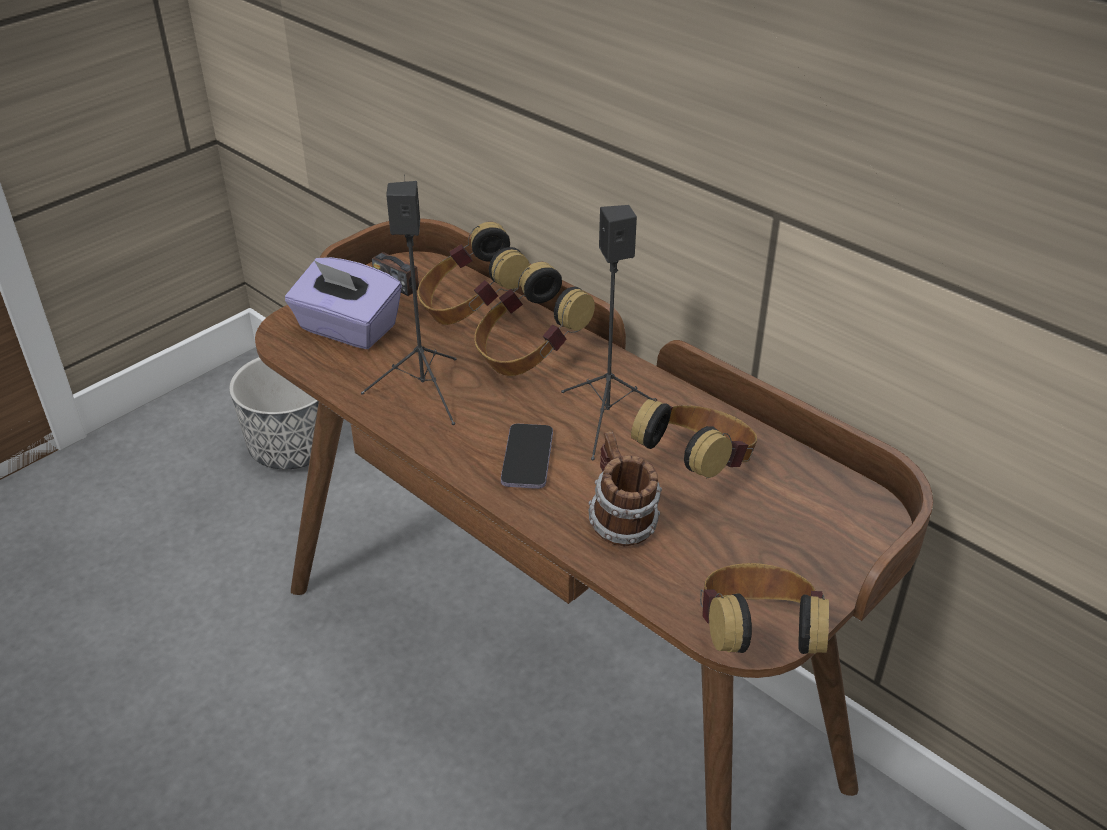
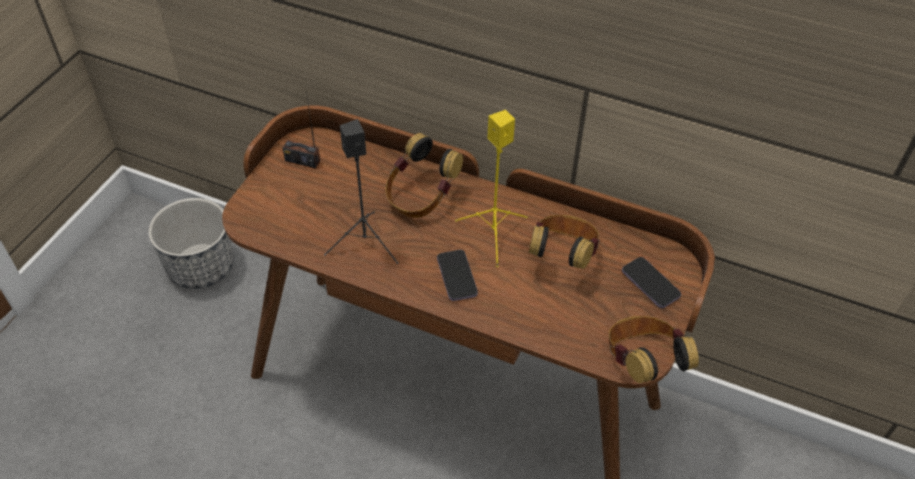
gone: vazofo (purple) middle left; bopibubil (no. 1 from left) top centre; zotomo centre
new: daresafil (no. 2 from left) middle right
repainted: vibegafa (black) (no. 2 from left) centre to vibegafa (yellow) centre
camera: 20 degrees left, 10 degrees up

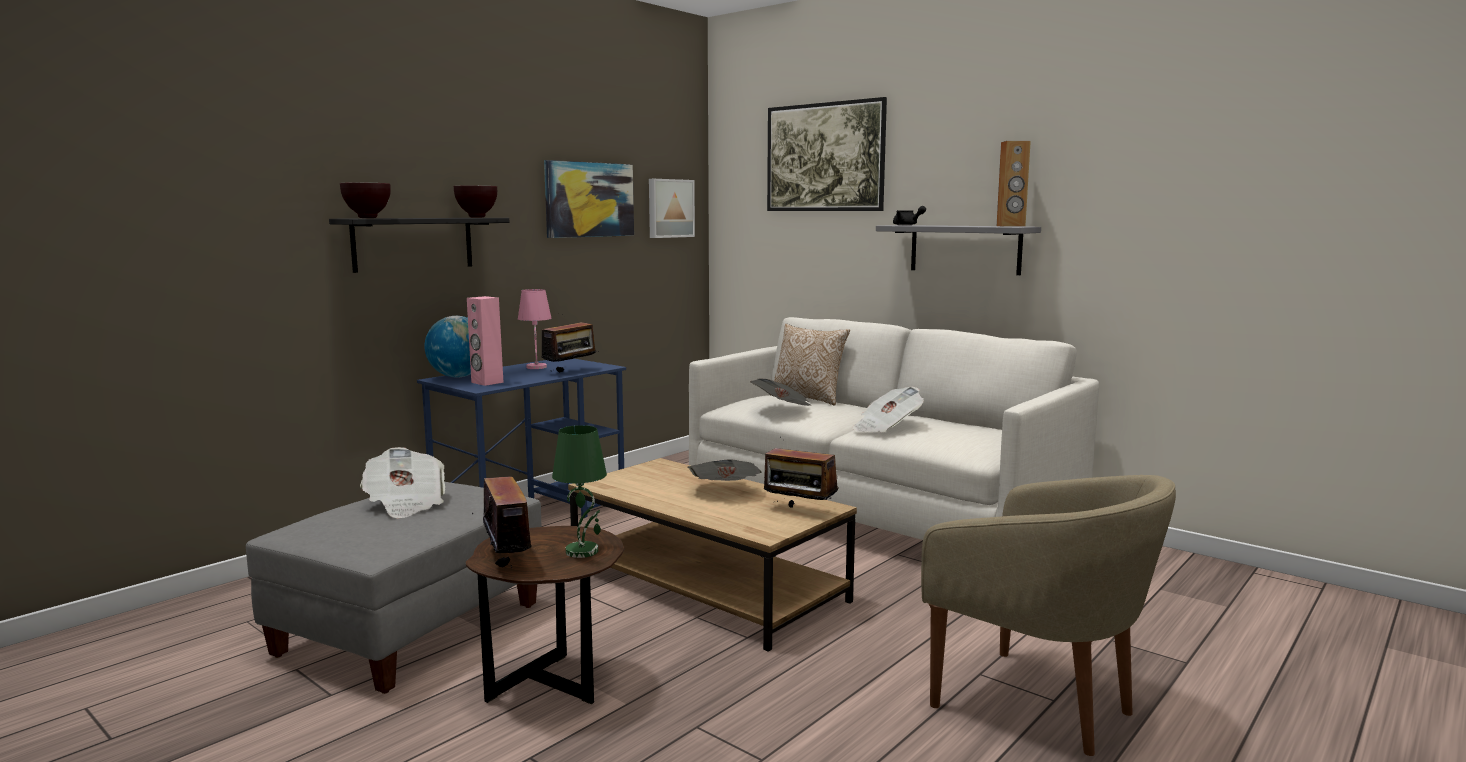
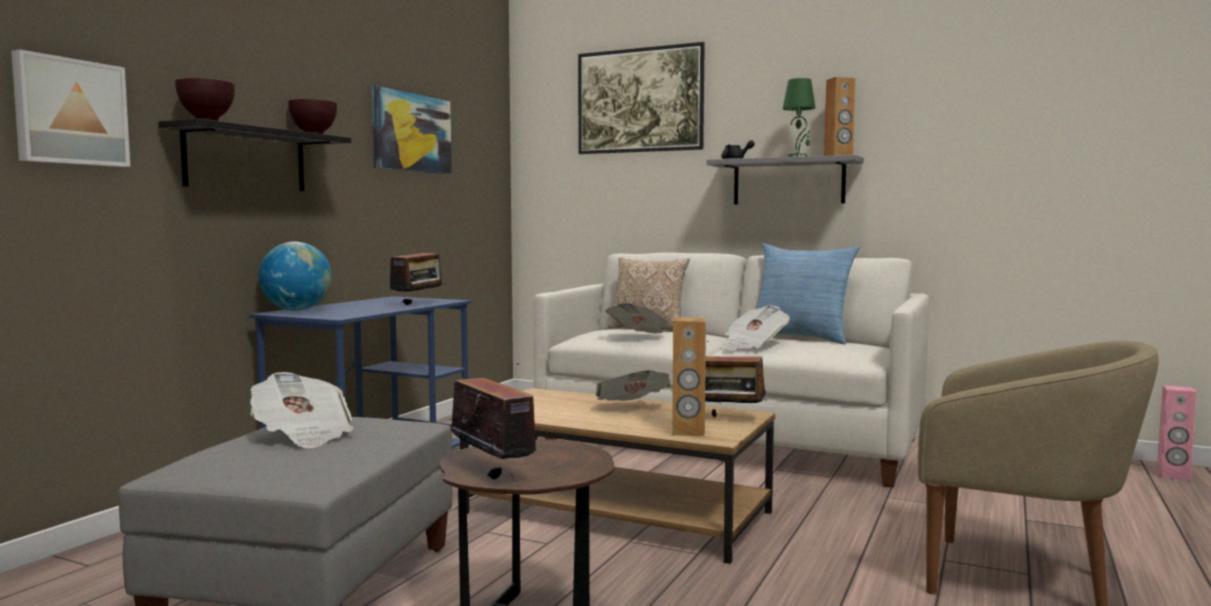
gone: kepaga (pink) centre
new: vibegafa (brown) (no. 1 from left) centre; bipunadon (no. 2 from left) middle right
shifted: vibegafa (pink) middle left to bottom right; kepaga (green) centre to top centre; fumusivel (no. 2 from left in the first image) top centre to fumusivel (no. 1 from left) top left
camera: 15 degrees left, 5 degrees down

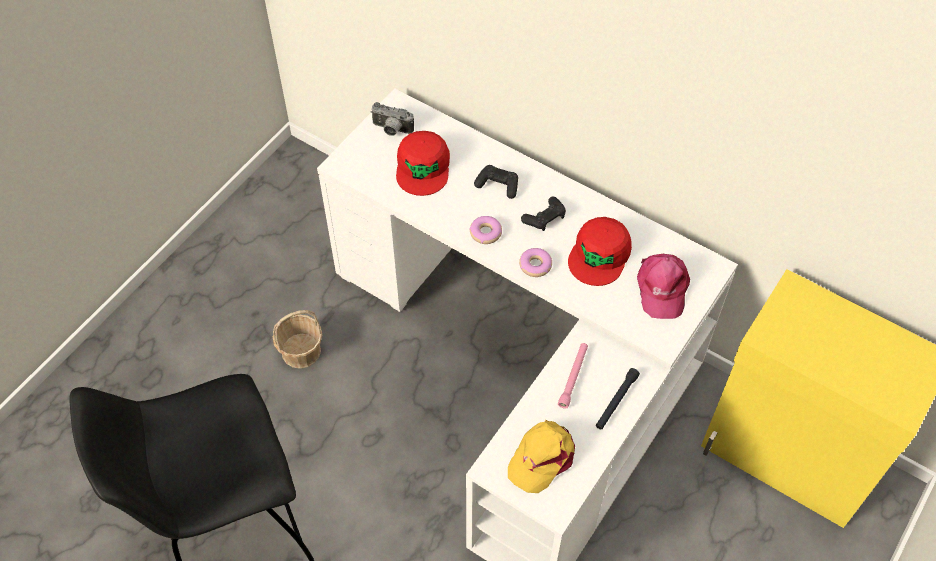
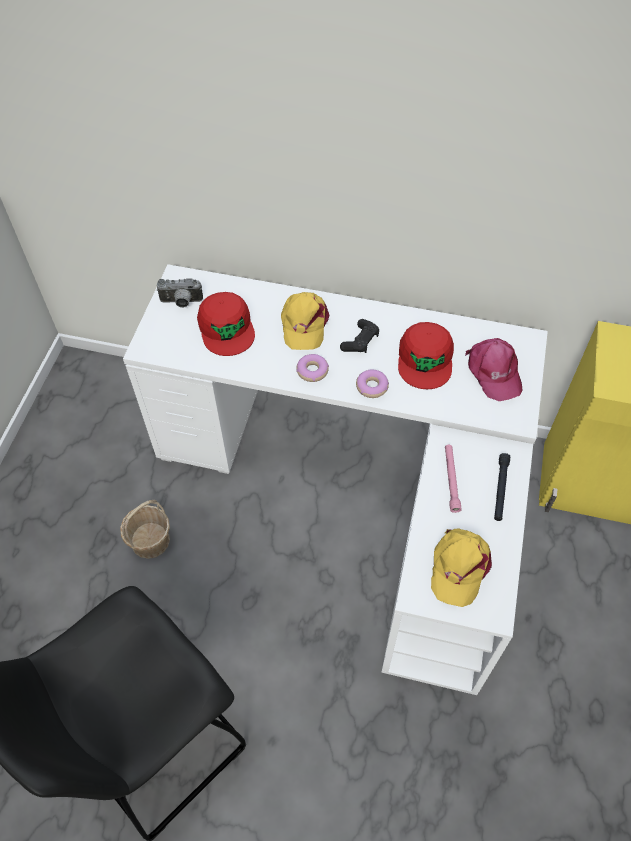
swapped: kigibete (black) (no. 1 from left) top centre to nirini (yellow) (no. 1 from left) centre
camera: 20 degrees left, 0 degrees up

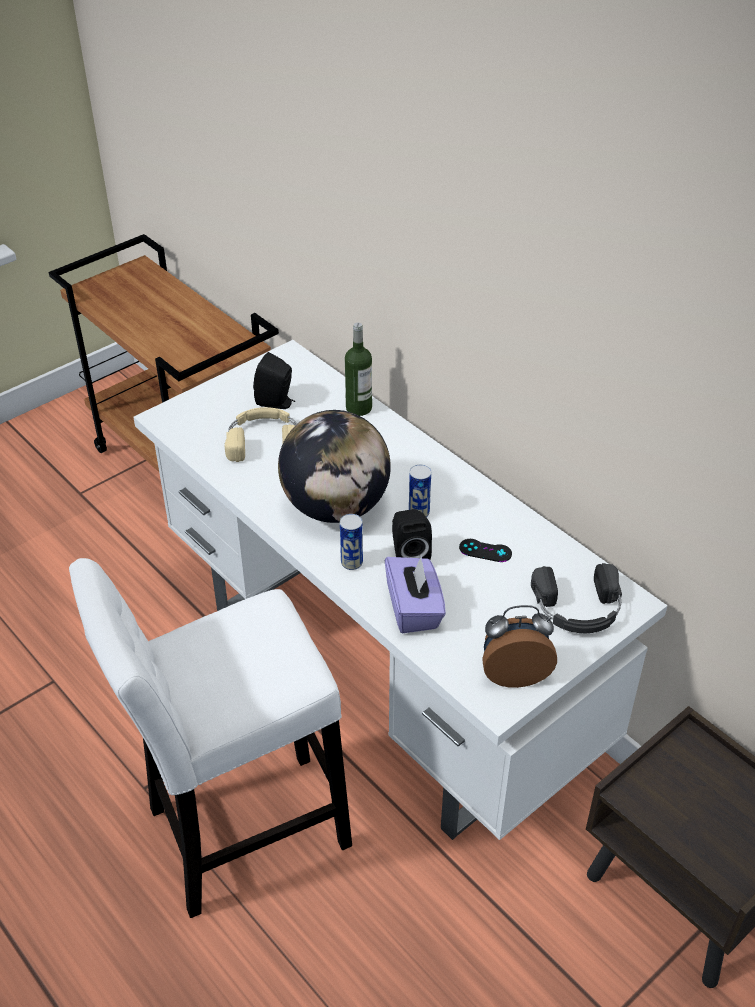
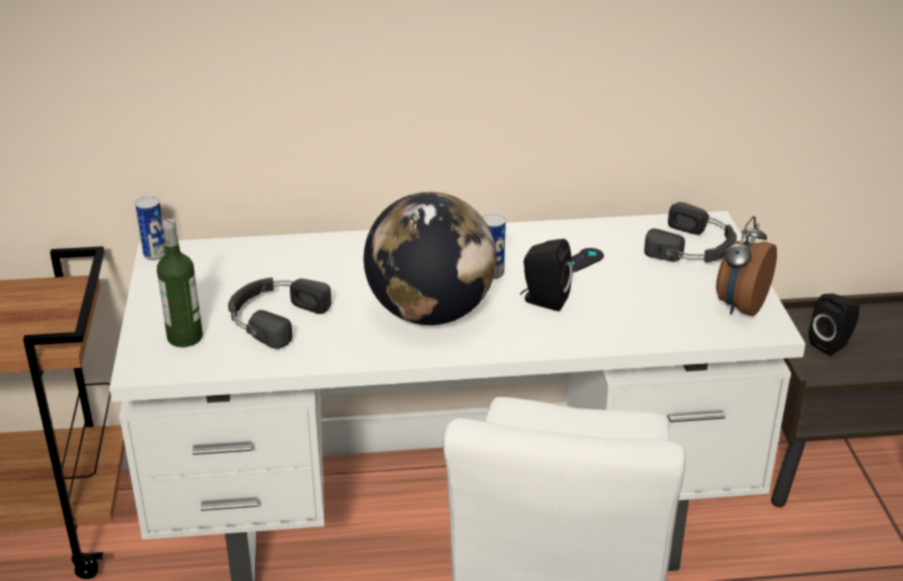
gone: vazofo (purple) centre
shifted: vibegafa (black) (no. 1 from left in the first image) centre to vibegafa (black) (no. 2 from left) middle right; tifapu (no. 1 from left) centre to middle left; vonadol centre to middle left
repainted: bopibubil (beige) centre to bopibubil (black) (no. 1 from left) middle left
camera: 55 degrees left, 10 degrees down

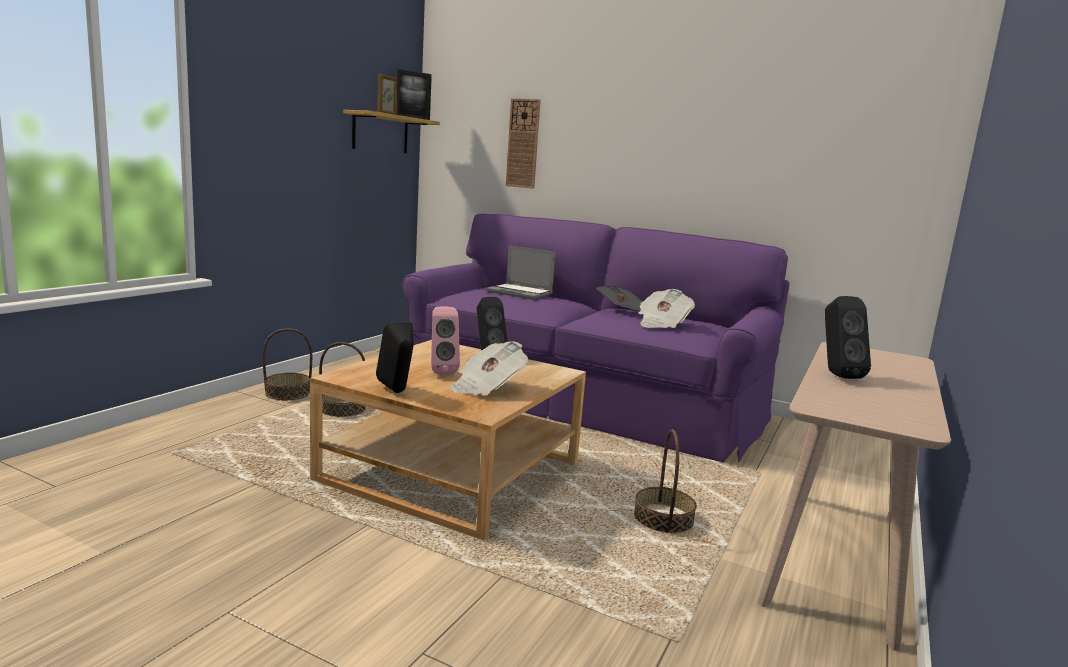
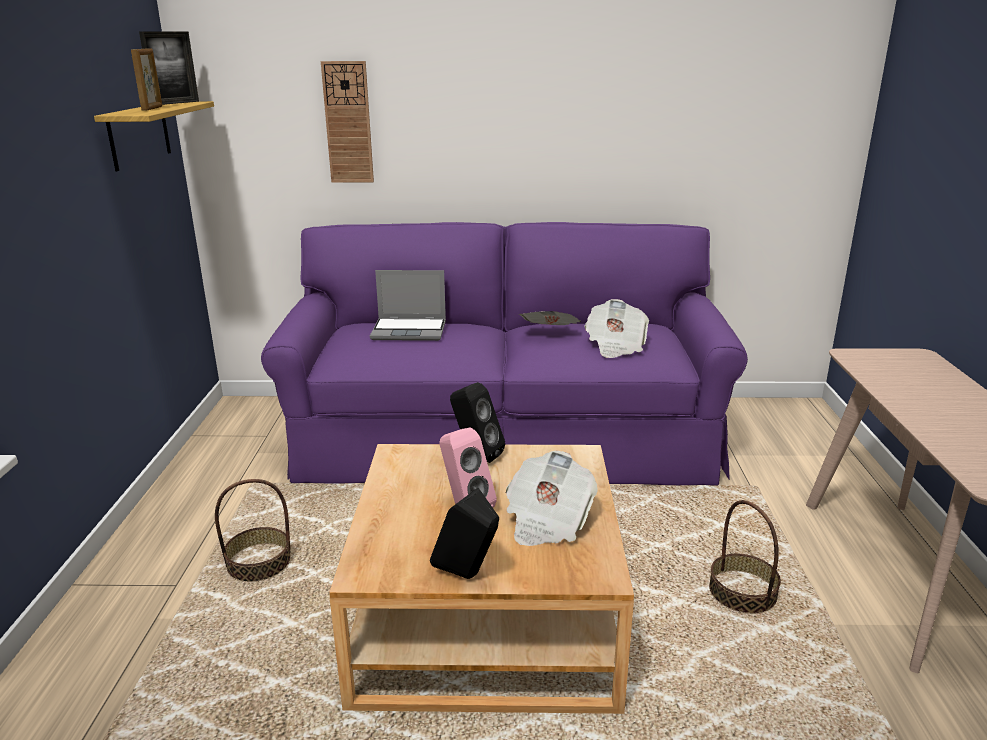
gone: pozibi (no. 1 from left) middle left; vibegafa (black) (no. 3 from left) middle right
camera: 25 degrees left, 10 degrees up

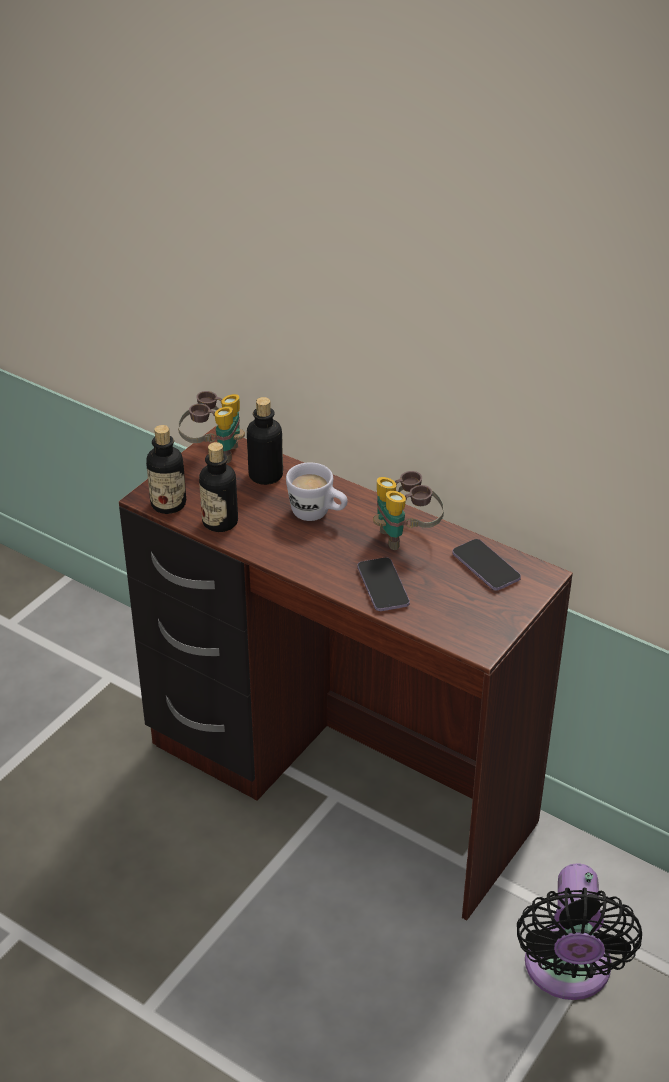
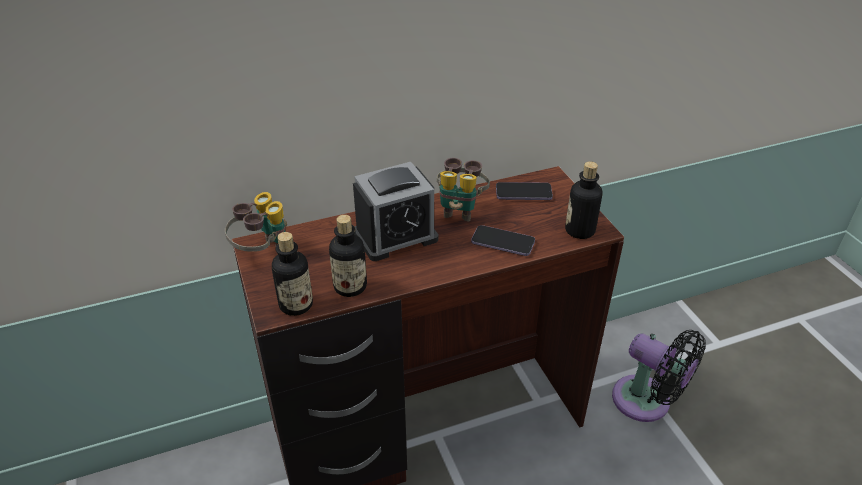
shifted: vonadol (no. 3 from left) centre to middle right
swapped: zotomo (white) centre to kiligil centre
camera: 55 degrees left, 0 degrees up

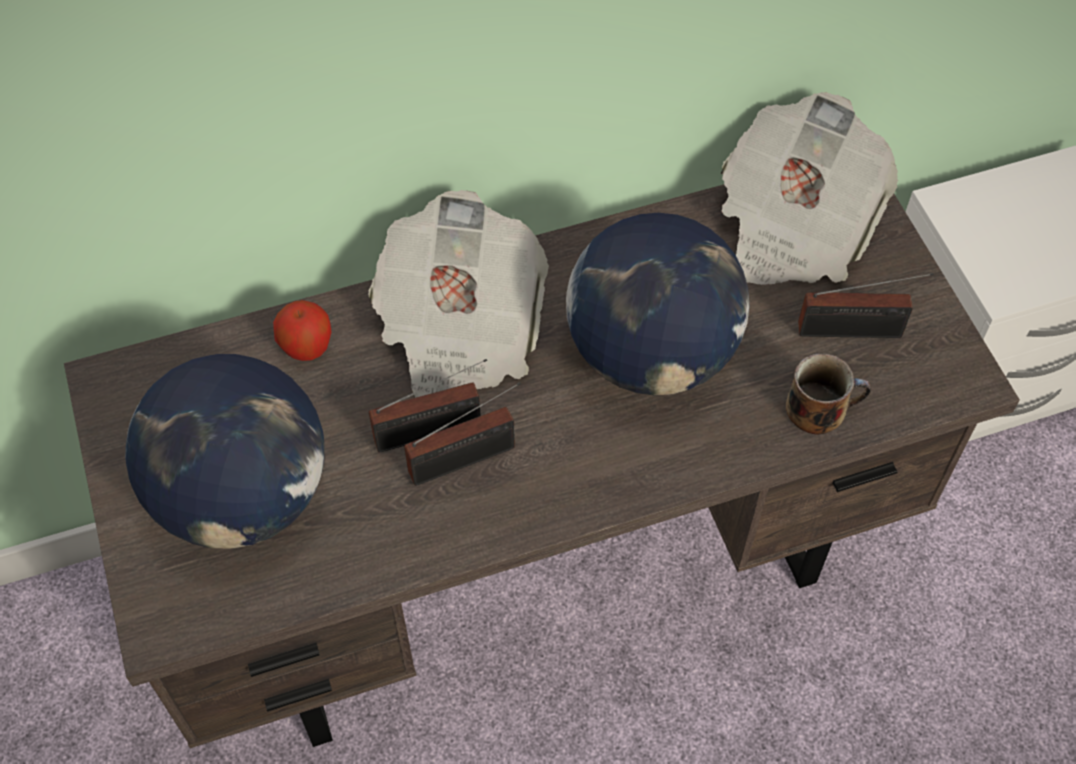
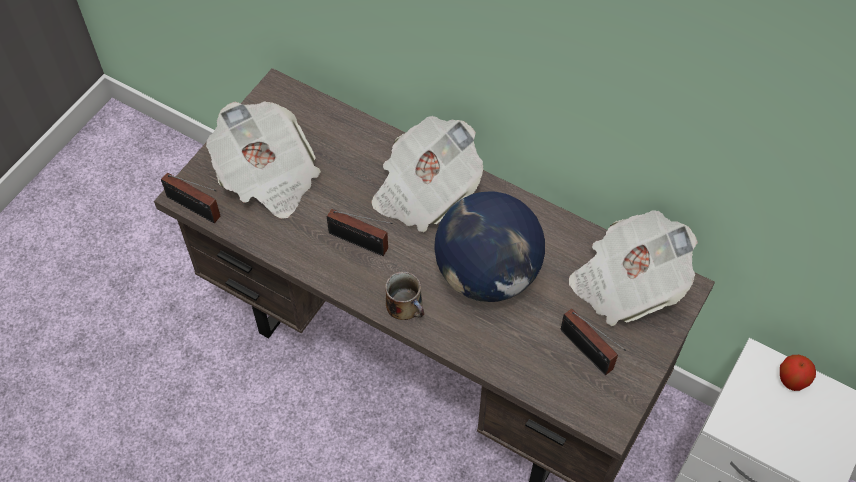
shifted: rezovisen middle left to bottom right; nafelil (no. 1 from left) centre to middle left; zotomo middle right to centre
swapped: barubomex (no. 1 from left) middle left to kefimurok (no. 1 from left) top left
camera: 50 degrees right, 0 degrees up

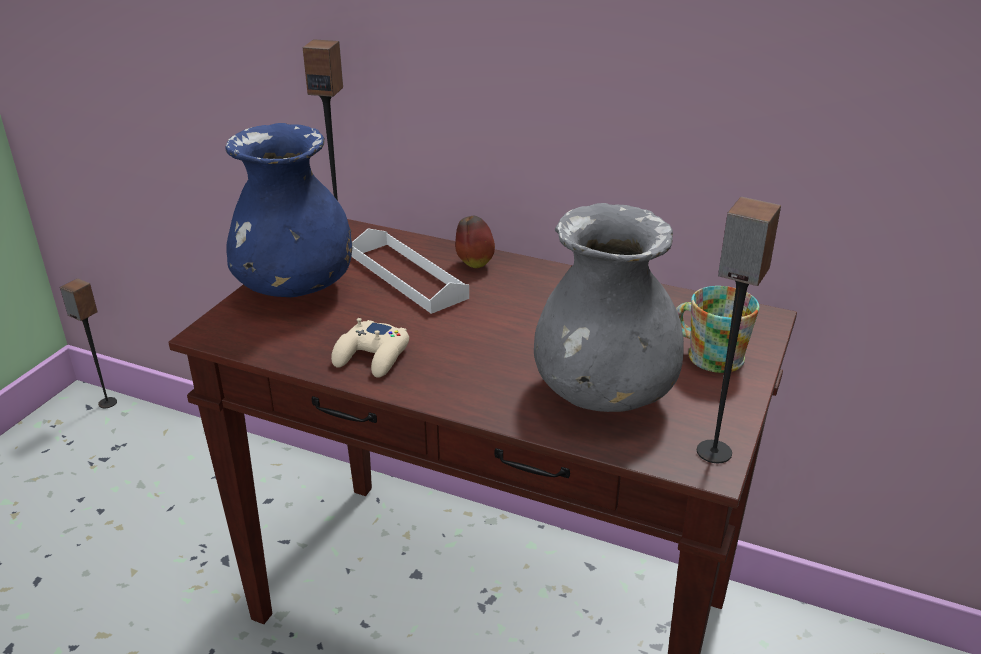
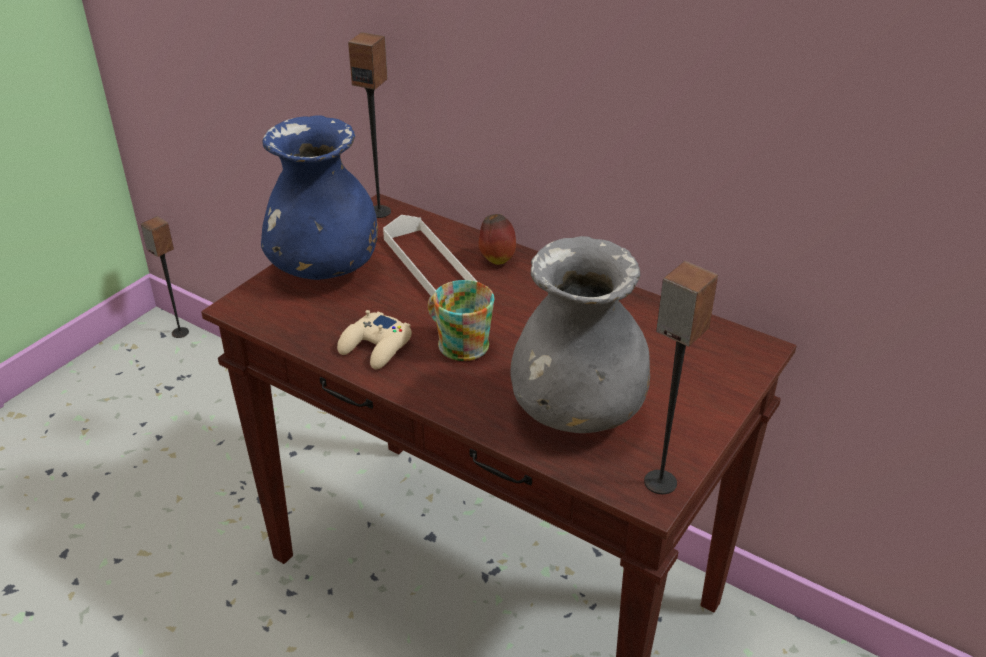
shifted: zotomo middle right to centre
camera: 10 degrees right, 5 degrees up

